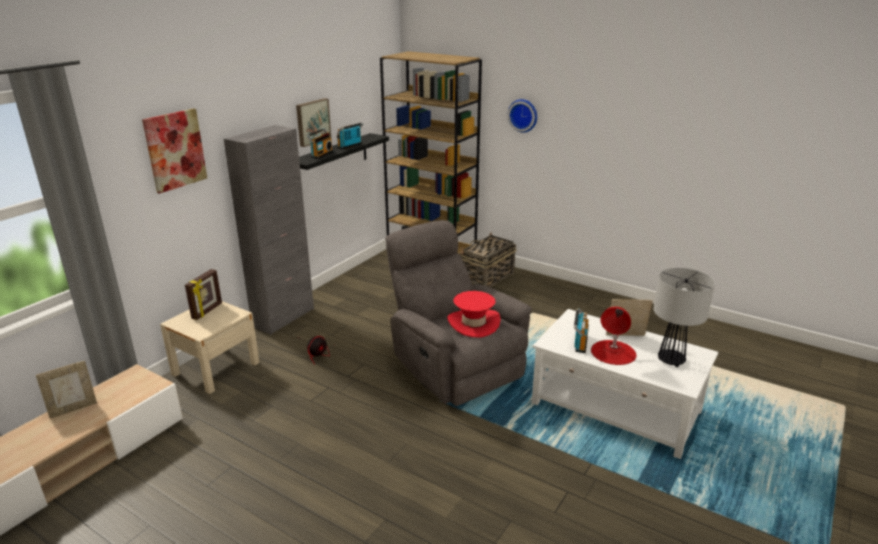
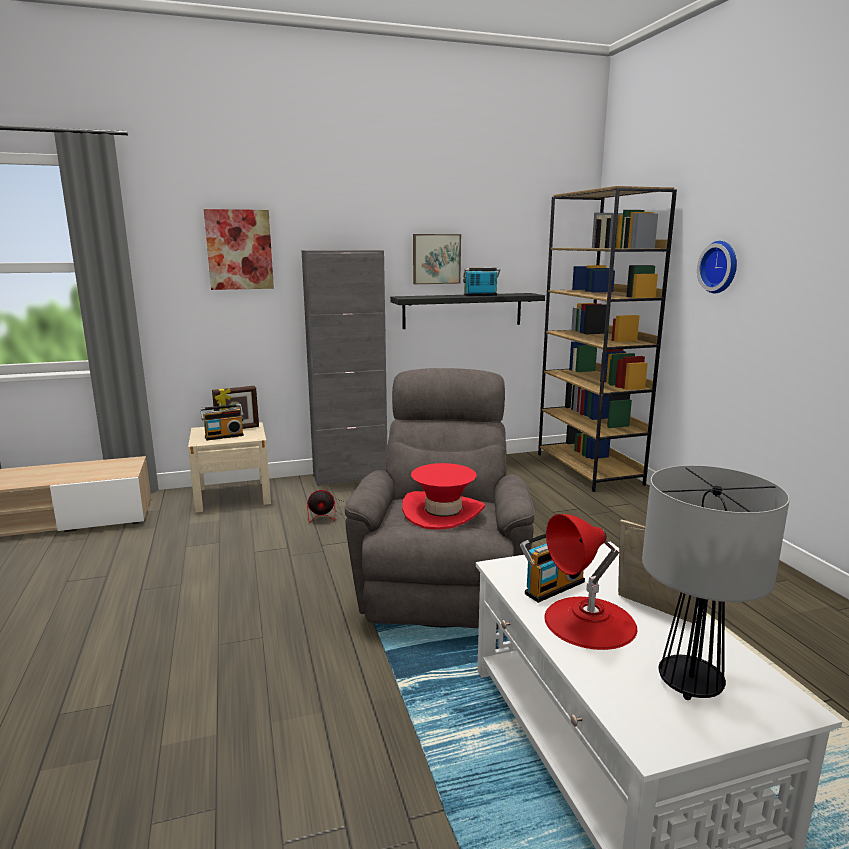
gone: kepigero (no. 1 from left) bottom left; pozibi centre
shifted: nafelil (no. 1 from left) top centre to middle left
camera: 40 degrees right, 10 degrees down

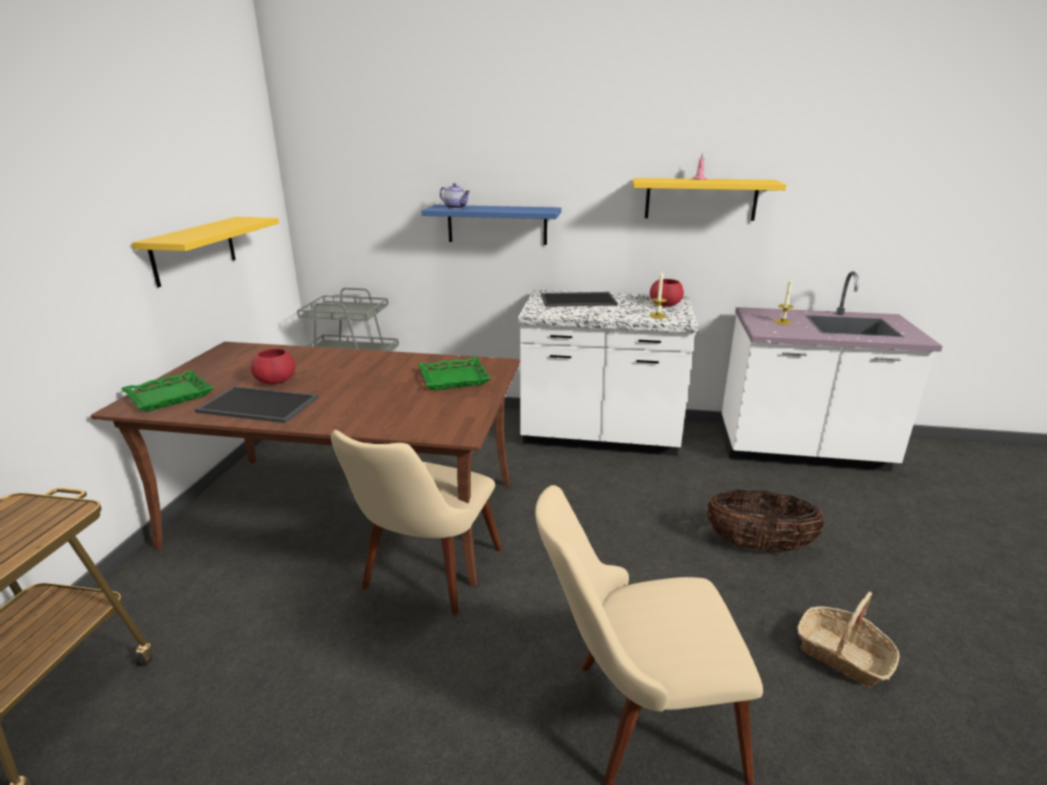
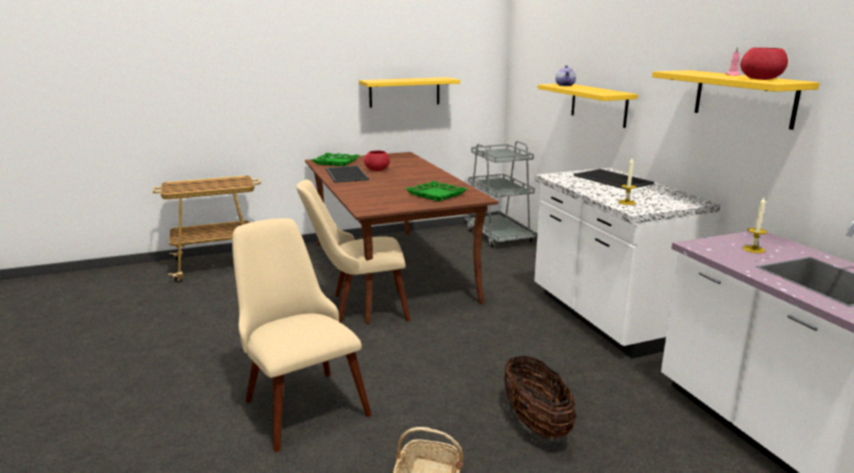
shifted: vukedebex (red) (no. 2 from left) centre to top right
repainted: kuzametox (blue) top centre to kuzametox (yellow) (no. 2 from left) top right
camera: 60 degrees right, 5 degrees down

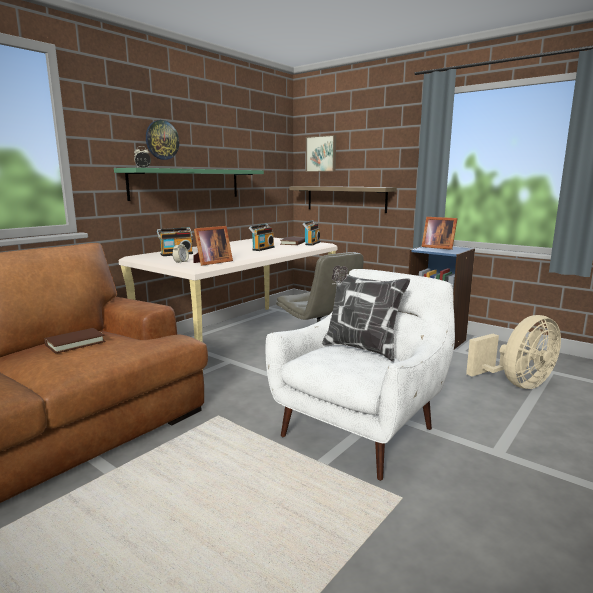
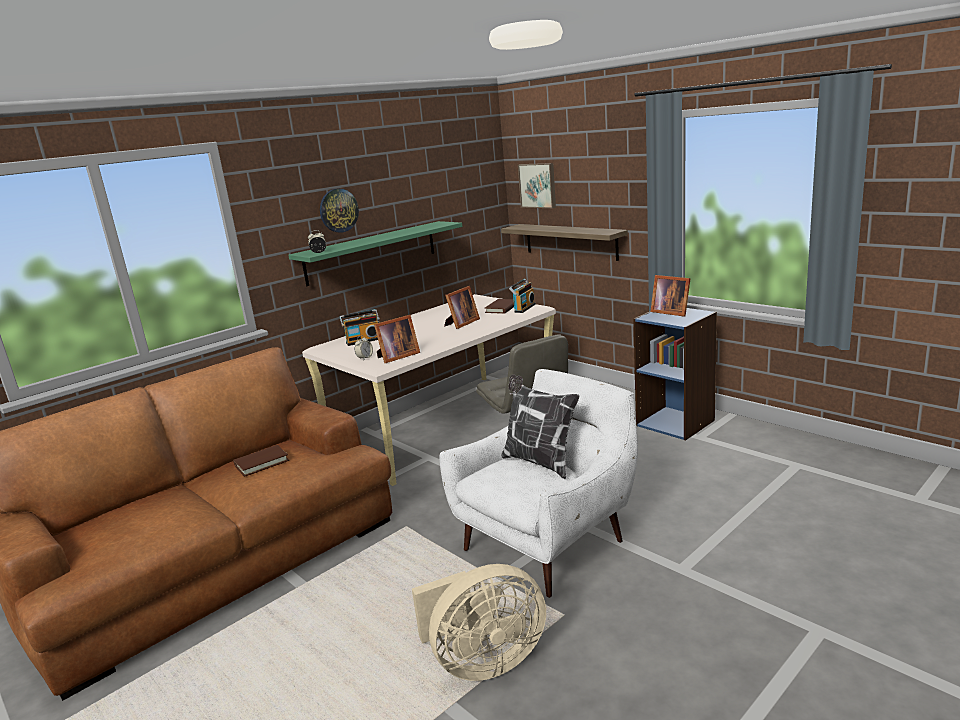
shifted: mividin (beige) middle right to bottom centre
swapped: nafelil (no. 2 from left) centre to kepigero (no. 2 from left) centre
camera: 10 degrees right, 5 degrees up

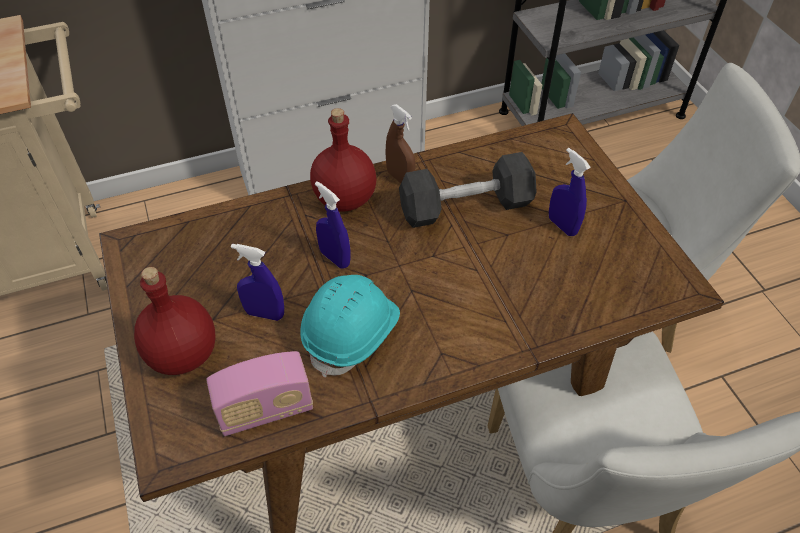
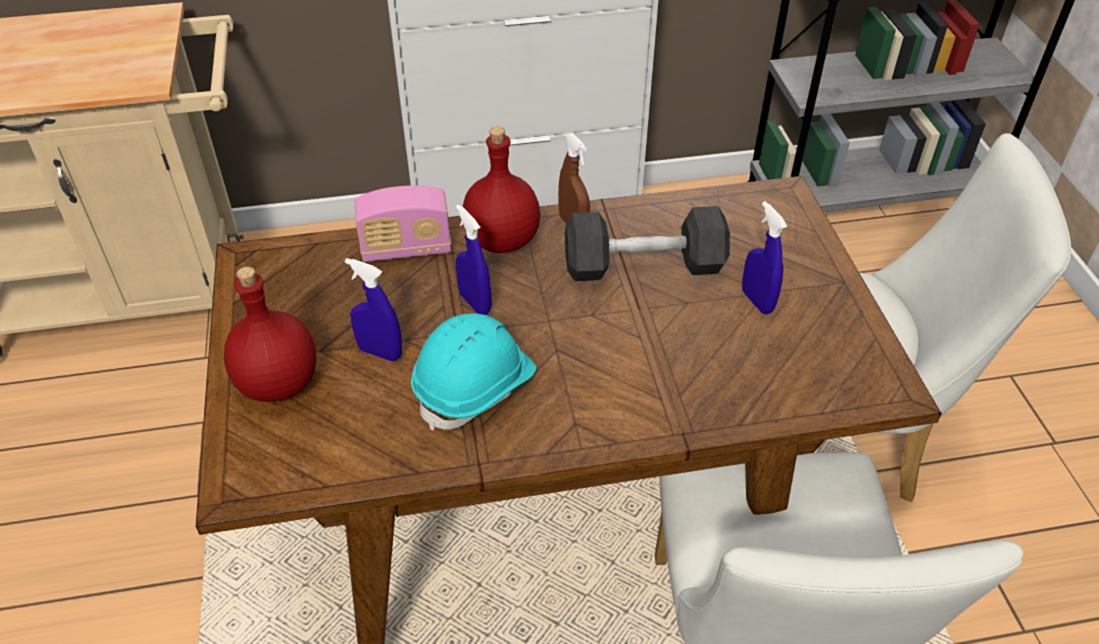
shifted: nafelil bottom left to centre
camera: 10 degrees right, 5 degrees down

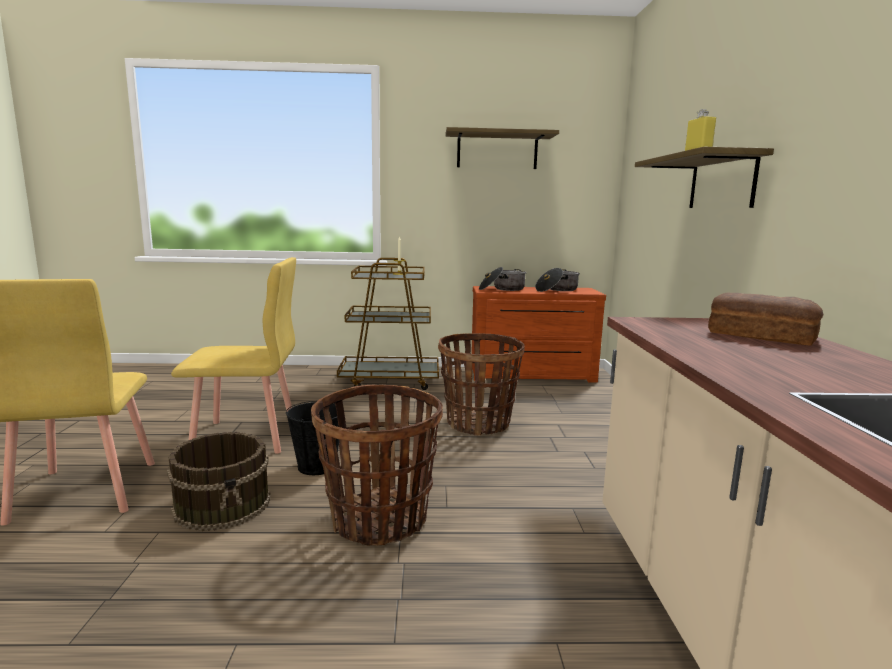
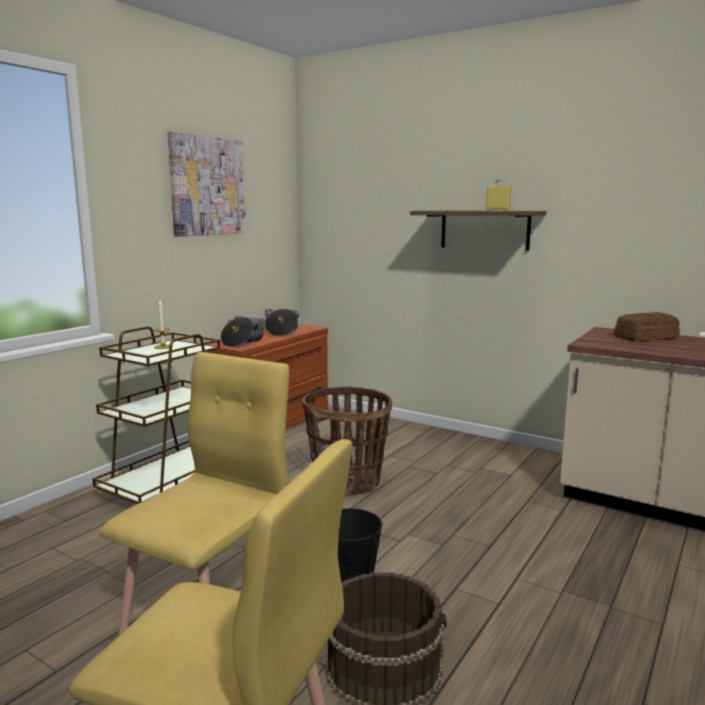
gone: pozibi (no. 1 from left) bottom centre
swapped: kuzametox (no. 1 from left) top centre to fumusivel top left
camera: 55 degrees left, 0 degrees up

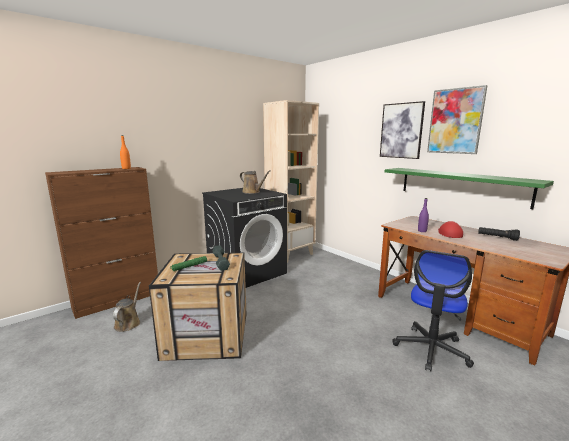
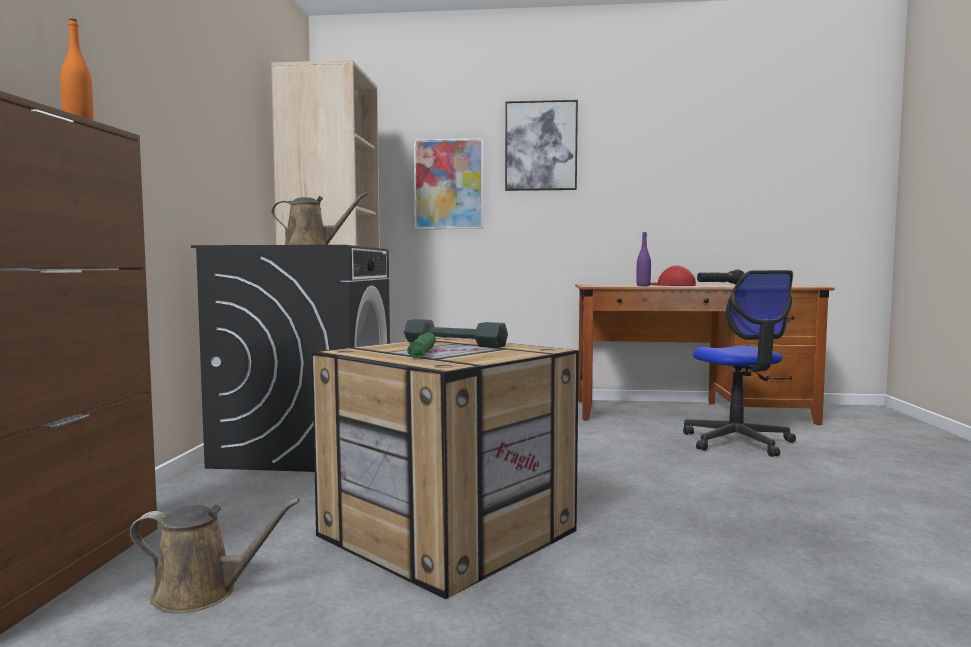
gone: kuzametox (green) middle right
shifted: fumusivel (no. 2 from left in the first image) top right to fumusivel (no. 1 from left) top centre
rotated: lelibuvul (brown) (no. 1 from left) bottom left = bottom left 135 degrees clockwise
camera: 45 degrees left, 10 degrees down

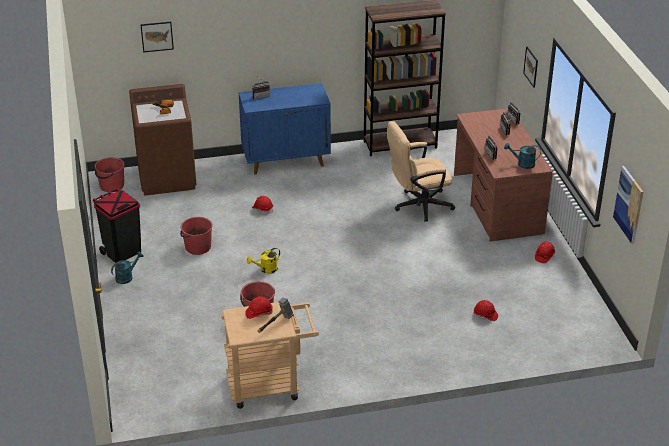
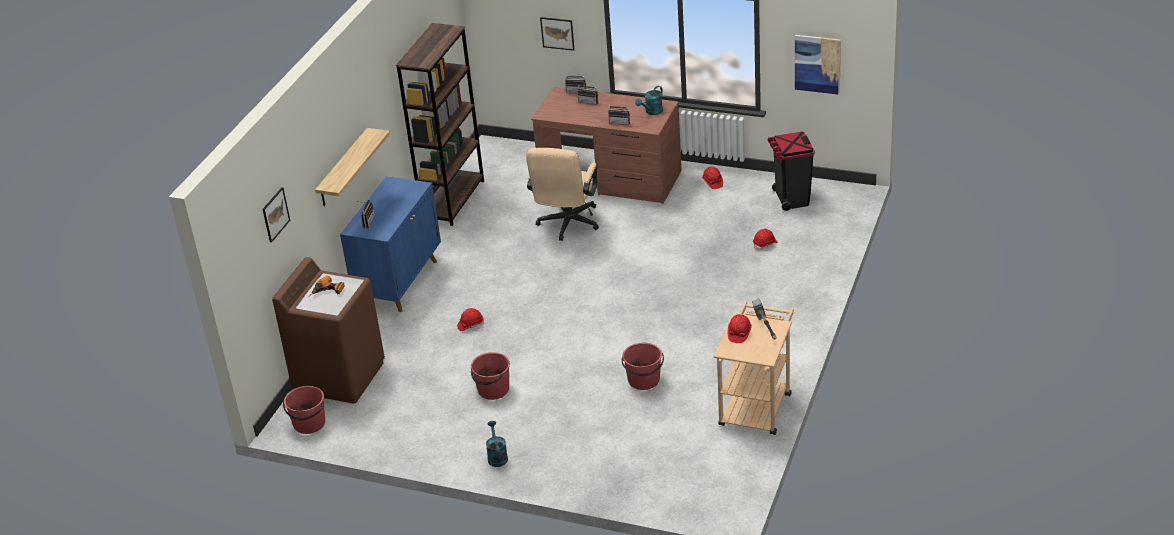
gone: lelibuvul (yellow) centre
new: kuzametox top left
shifted: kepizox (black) middle left to top right
camera: 55 degrees left, 0 degrees up

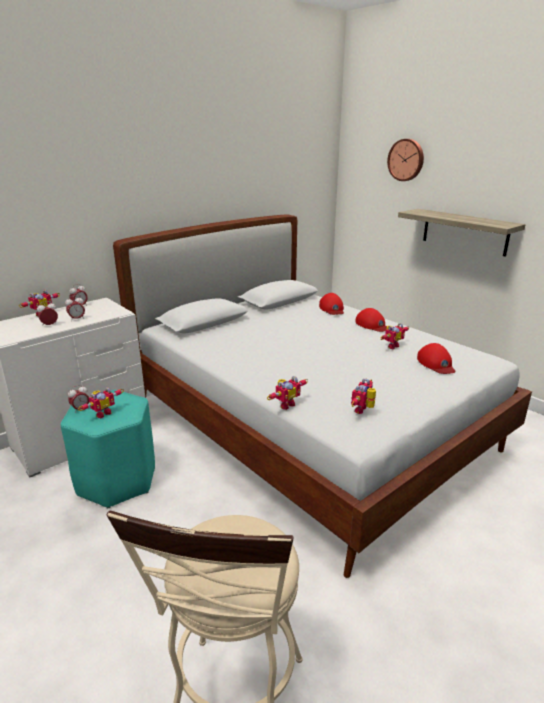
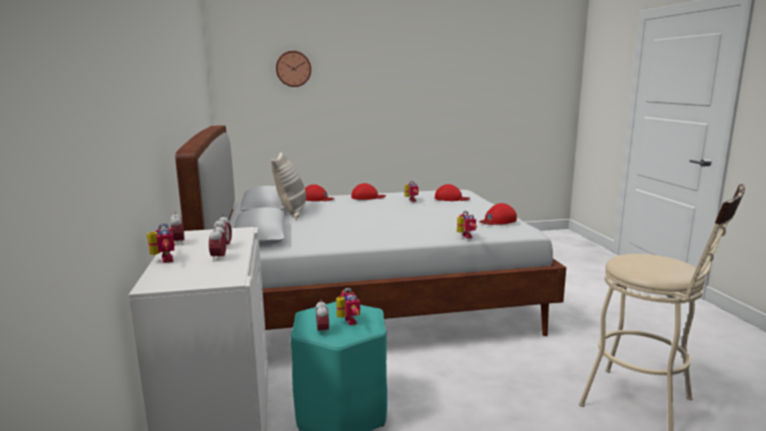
gone: kuzametox top right
new: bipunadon centre
swapped: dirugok (no. 4 from left) middle right to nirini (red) (no. 4 from left) centre
camera: 60 degrees left, 10 degrees down

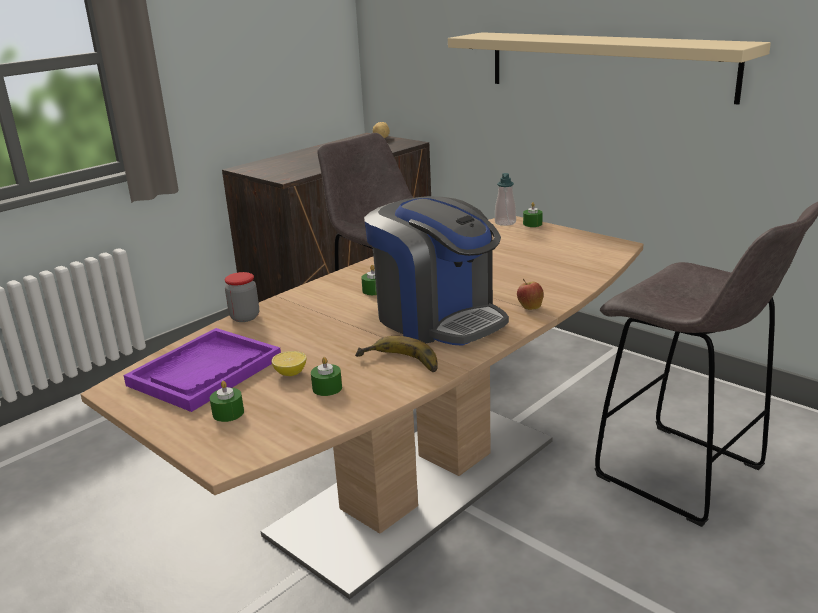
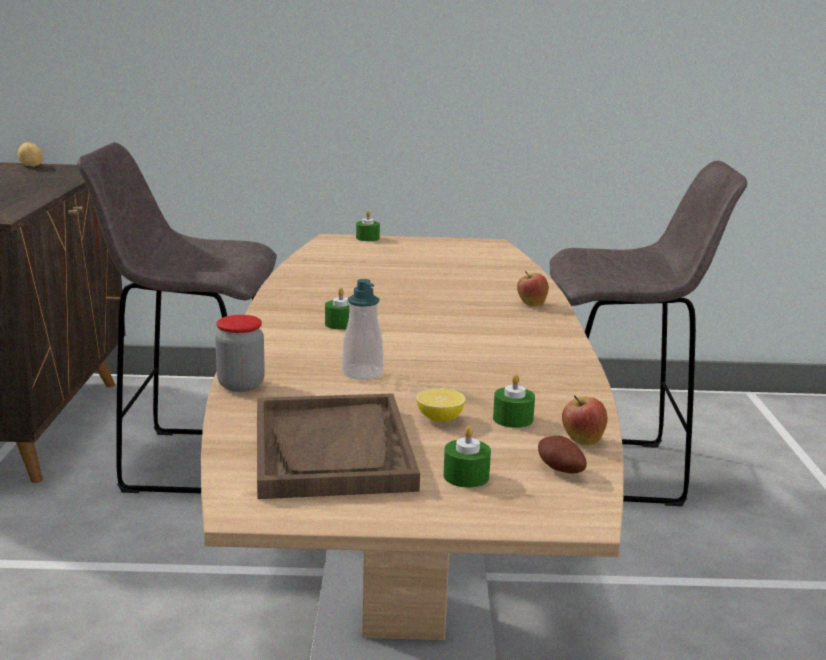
gone: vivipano centre; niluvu centre; kuzametox (beige) top right
new: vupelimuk (no. 2 from left) bottom right; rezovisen (no. 2 from left) middle right
shifted: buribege top centre to centre
repainted: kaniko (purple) middle left to kaniko (brown) bottom centre
camera: 45 degrees left, 5 degrees down

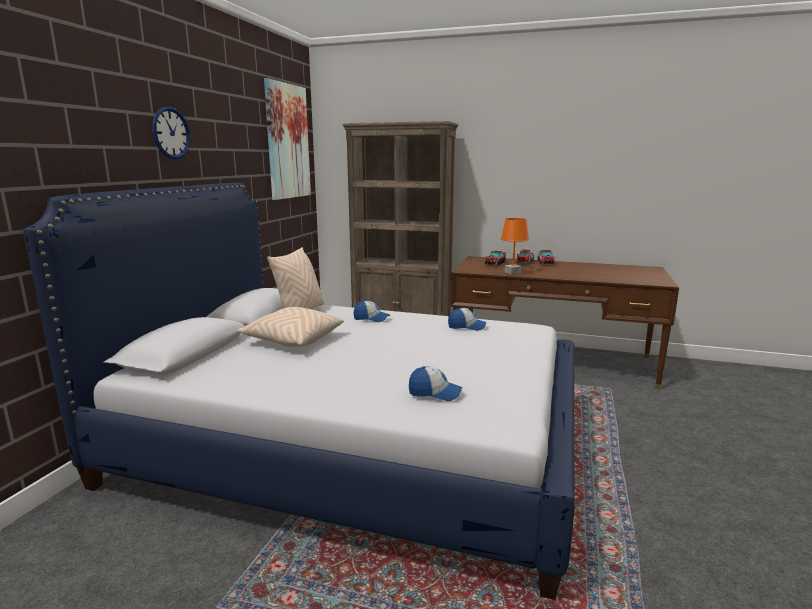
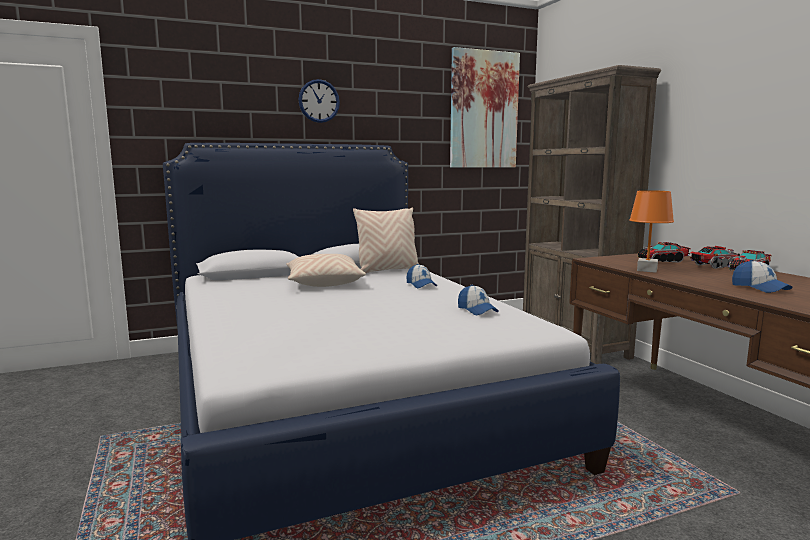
shifted: nirini (no. 2 from left in the first image) centre to nirini (no. 3 from left) middle right
camera: 50 degrees right, 5 degrees down

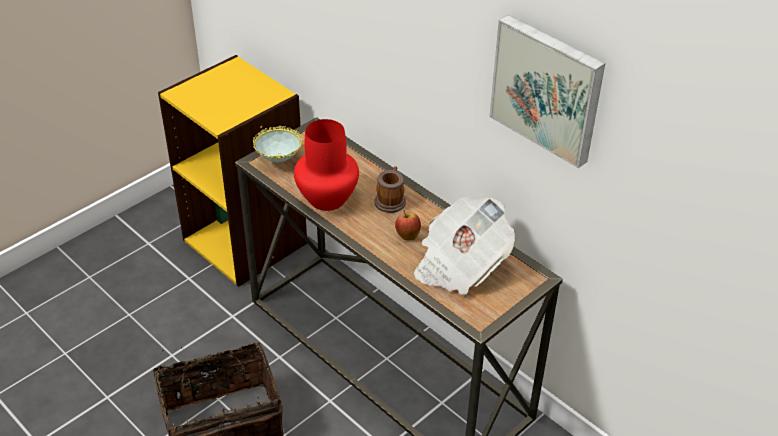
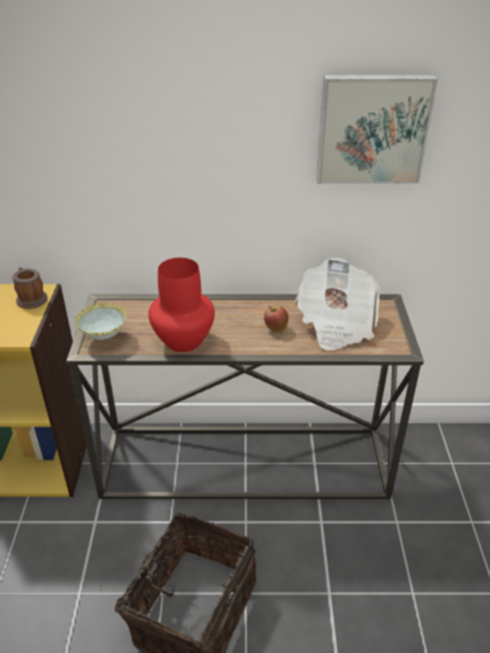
shifted: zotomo centre to middle left
camera: 45 degrees left, 5 degrees down

